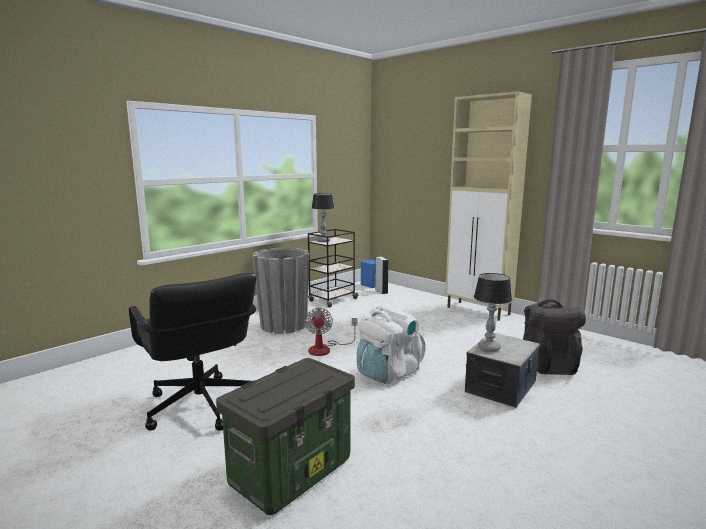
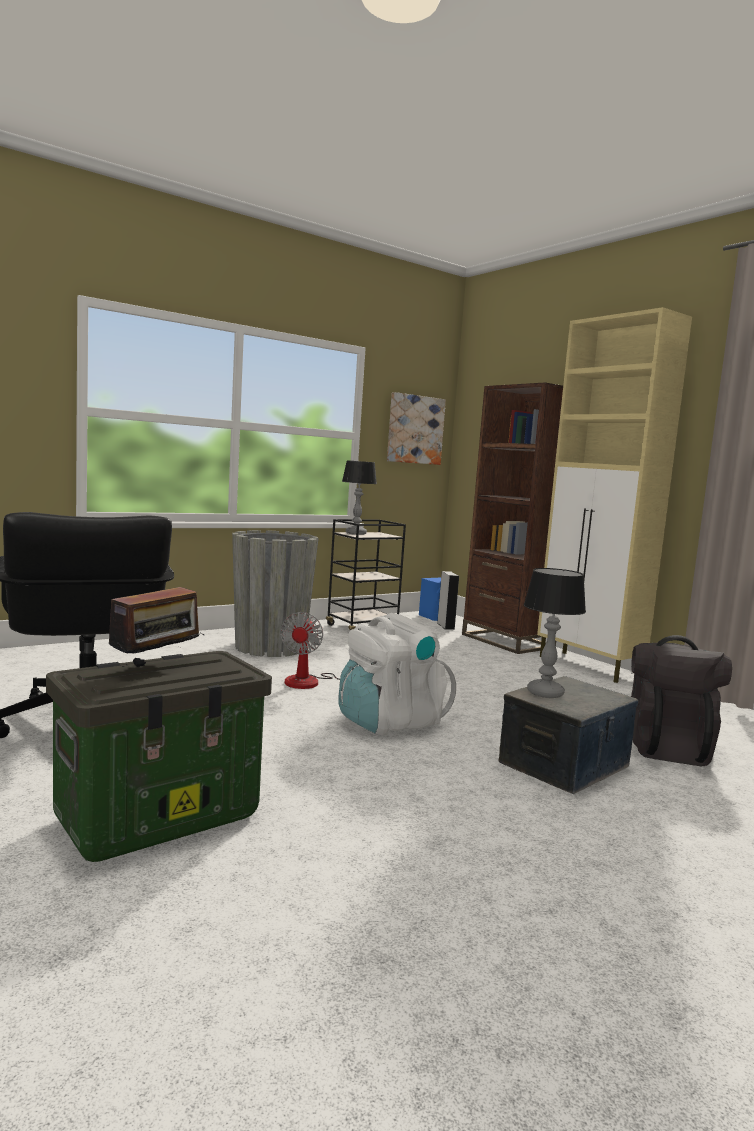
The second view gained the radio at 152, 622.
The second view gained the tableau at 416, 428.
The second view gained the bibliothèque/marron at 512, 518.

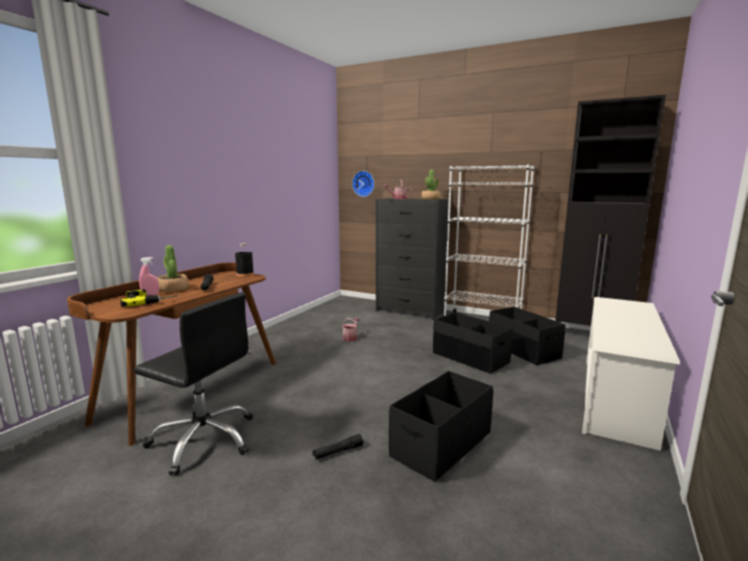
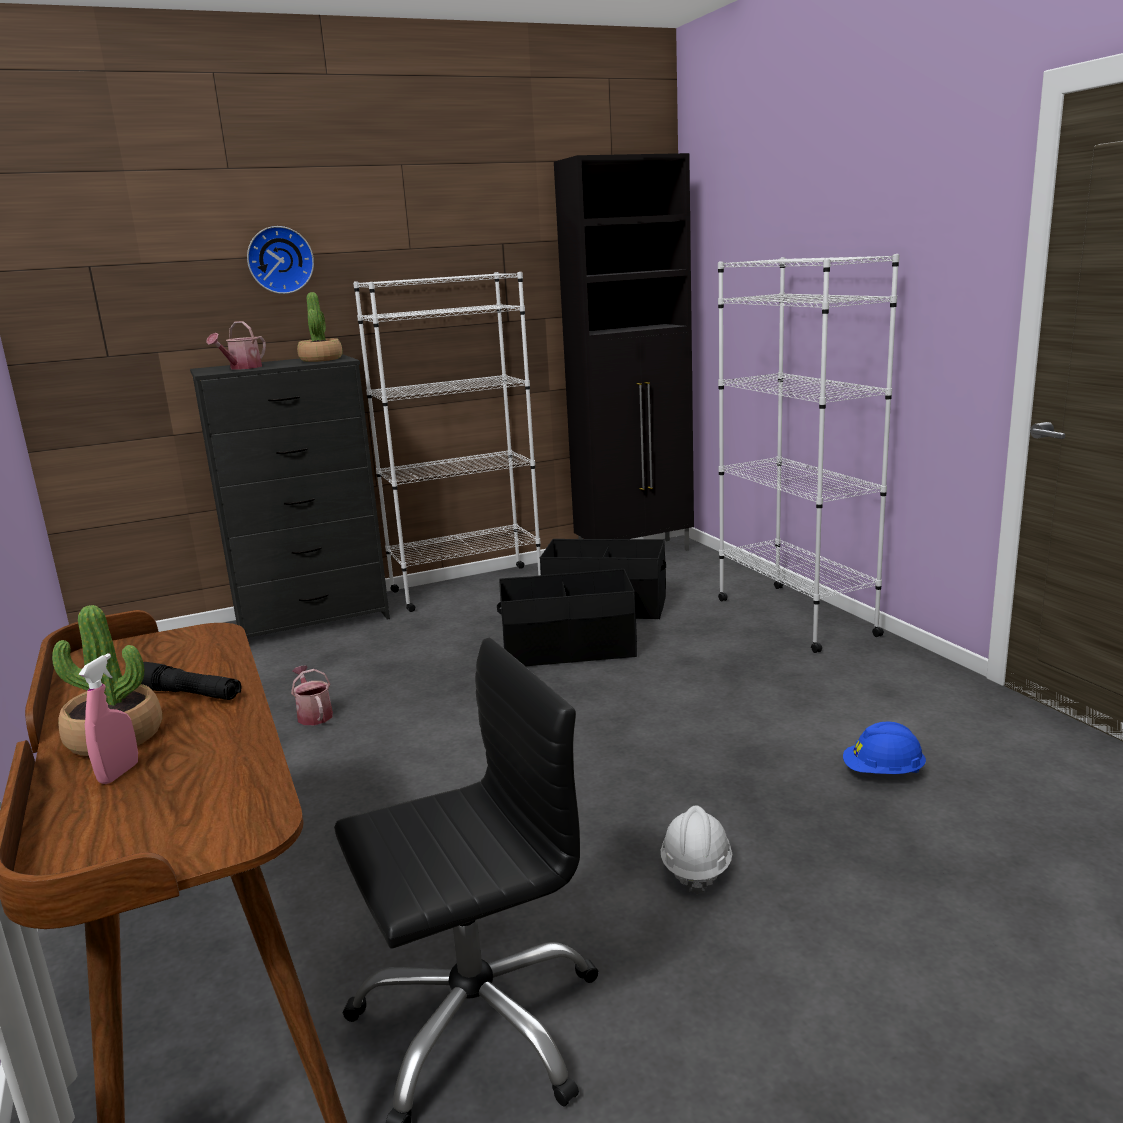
The second view lost the perceuse at 148, 298.
The second view lost the bouteille/noir at 244, 260.
The second view lost the boîte de rangement/noir at 441, 426.
The second view gained the casque de chantier/bleu at 884, 748.
The horloge murale ended up elsewhere, having gone from 363, 184 to 280, 260.
Where the lampe de poche/noir stood at 338, 447, the casque de chantier/blanc came to stand at 696, 849.
Where the étagère à chaussures/blanc stood at 631, 374, the bibliothèque/blanc came to stand at 808, 453.

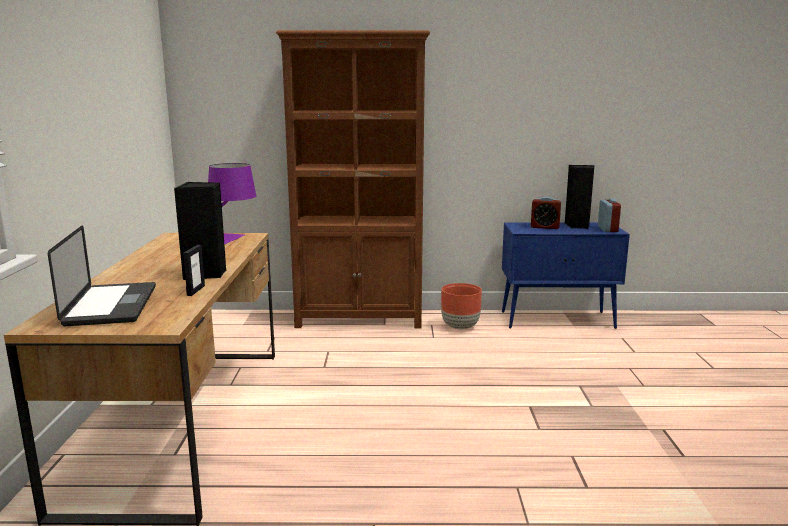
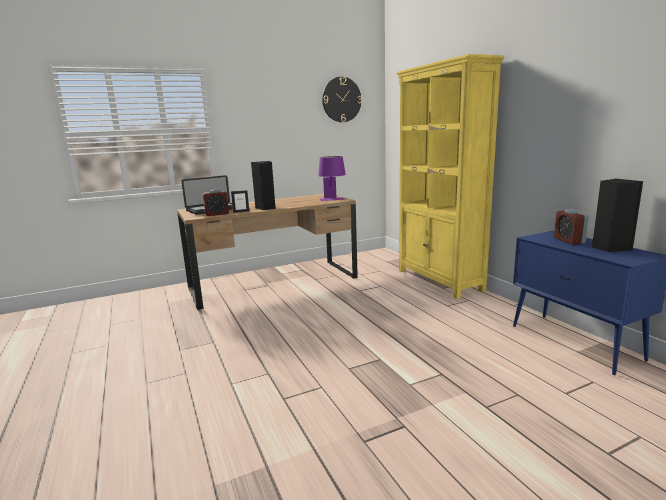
The second view lost the cache-pot/marron at 461, 306.
The second view gained the horloge murale at 342, 99.
The réveil ended up elsewhere, having gone from 609, 215 to 216, 203.
What was the bibliothèque/marron at 353, 179 turned into the bibliothèque/jaune at 450, 176.

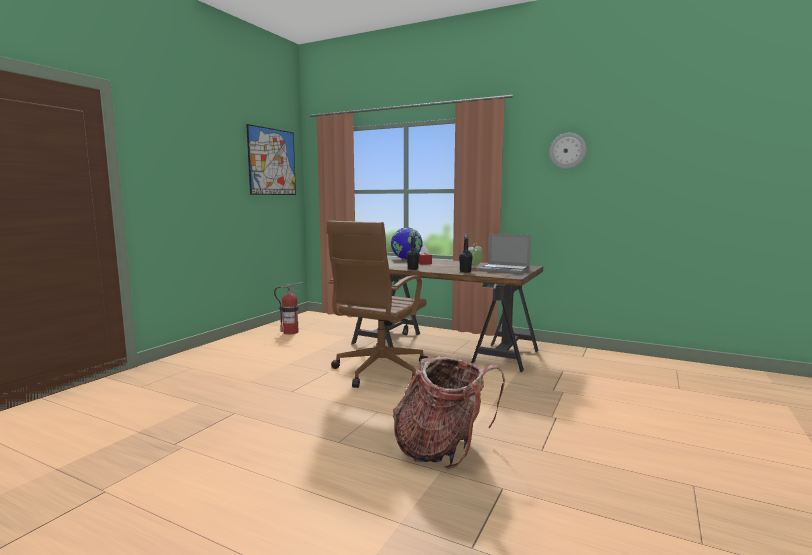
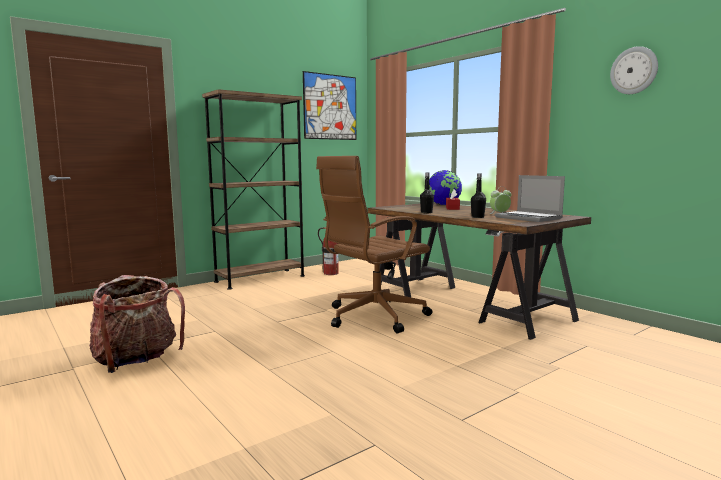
The second view gained the bibliothèque/marron at 253, 189.
The sac à dos ended up elsewhere, having gone from 449, 412 to 137, 324.

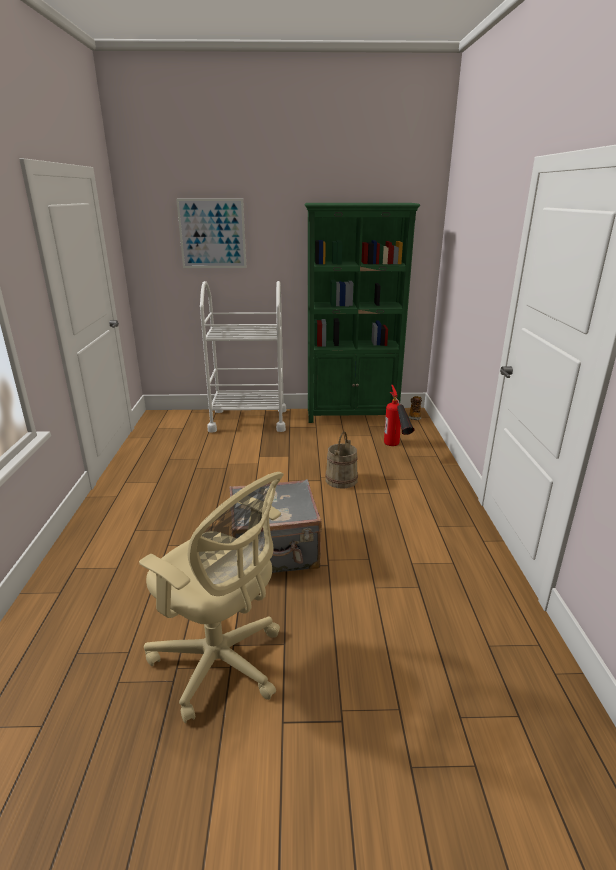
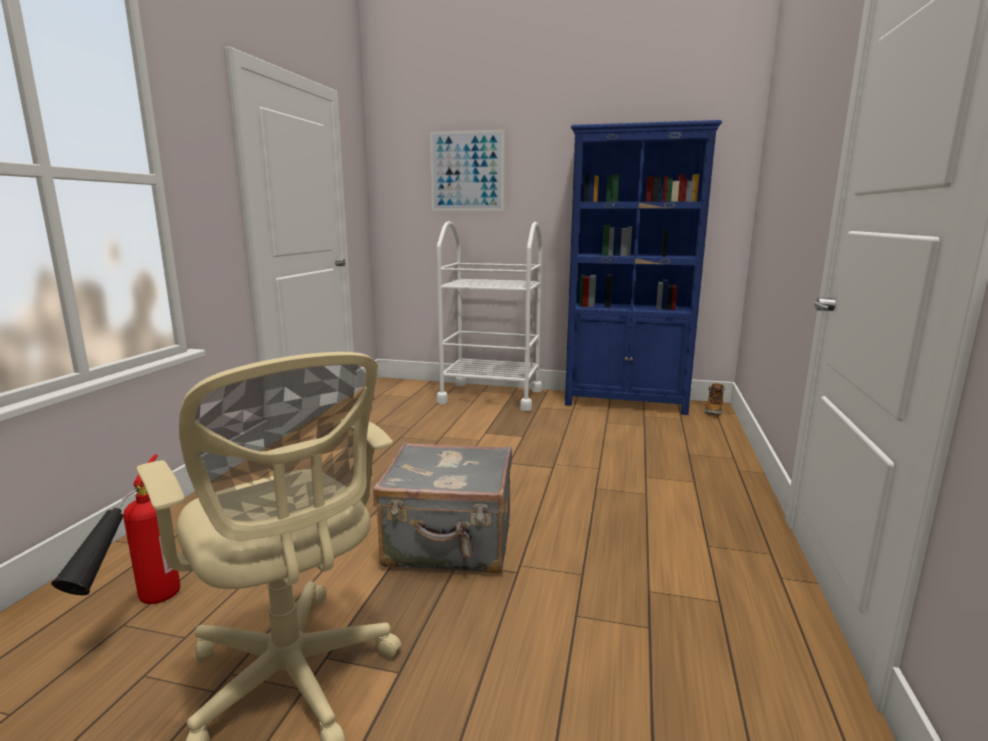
The second view lost the seau/beige at 341, 460.
The extincteur ended up elsewhere, having gone from 399, 415 to 115, 529.
What was the bibliothèque/vert at 362, 313 turned into the bibliothèque/bleu at 643, 267.

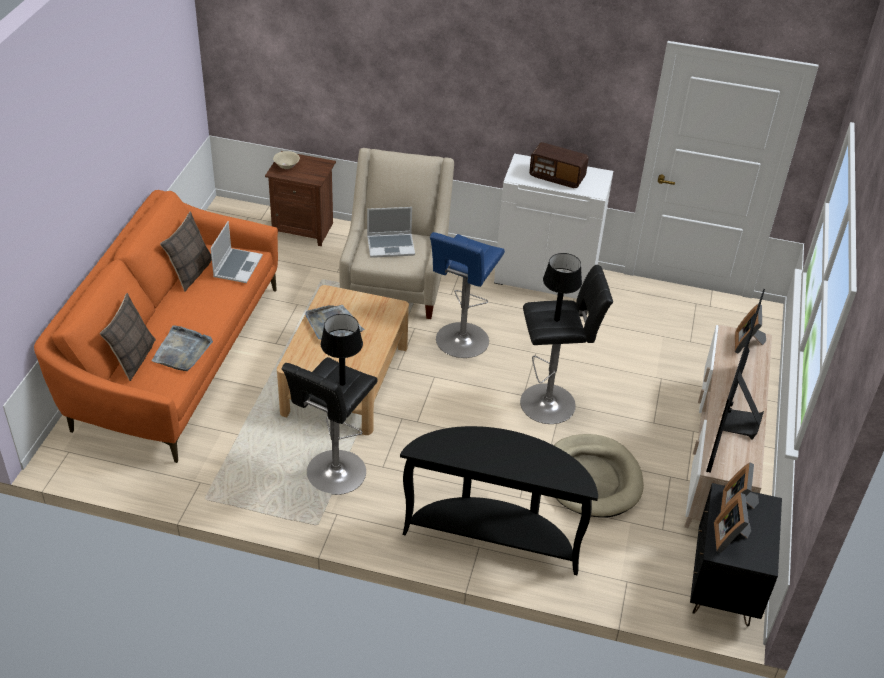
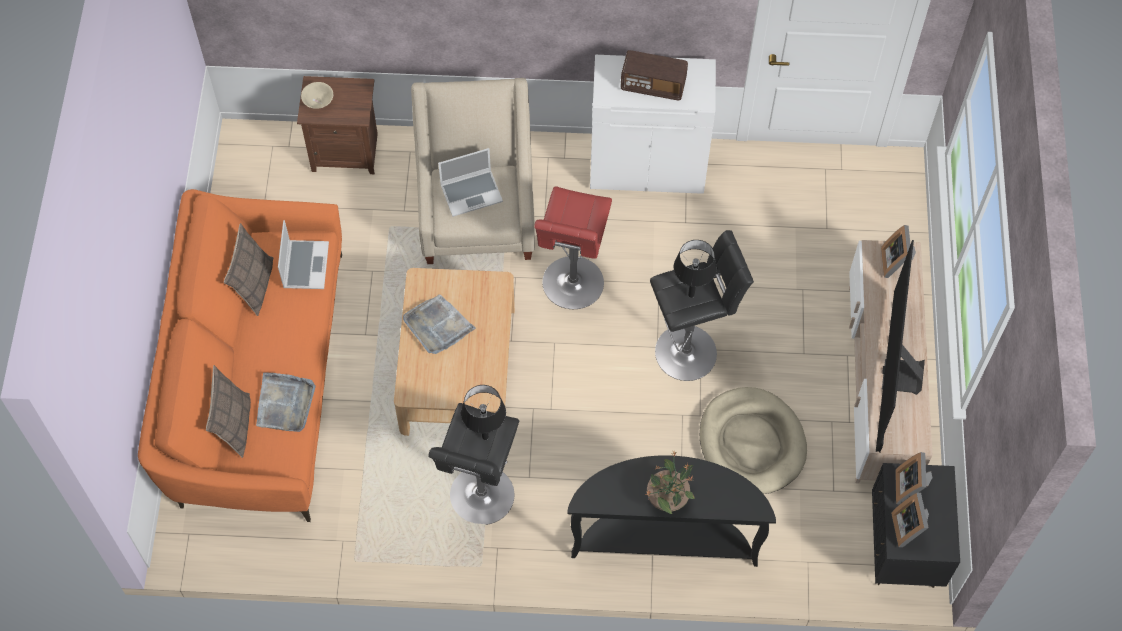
The second view gained the plante en pot at 670, 482.
What was the tabouret/bleu at 467, 295 turned into the tabouret/rouge at 573, 247.

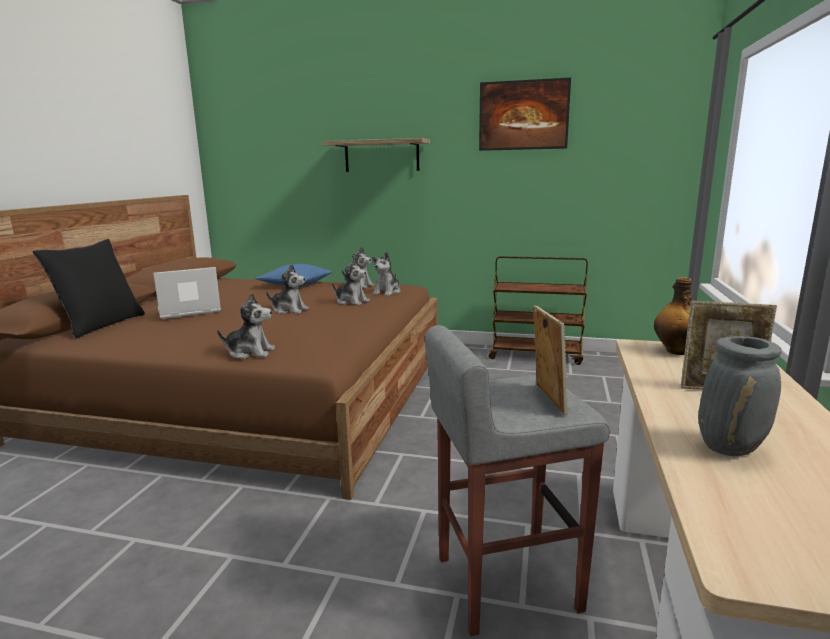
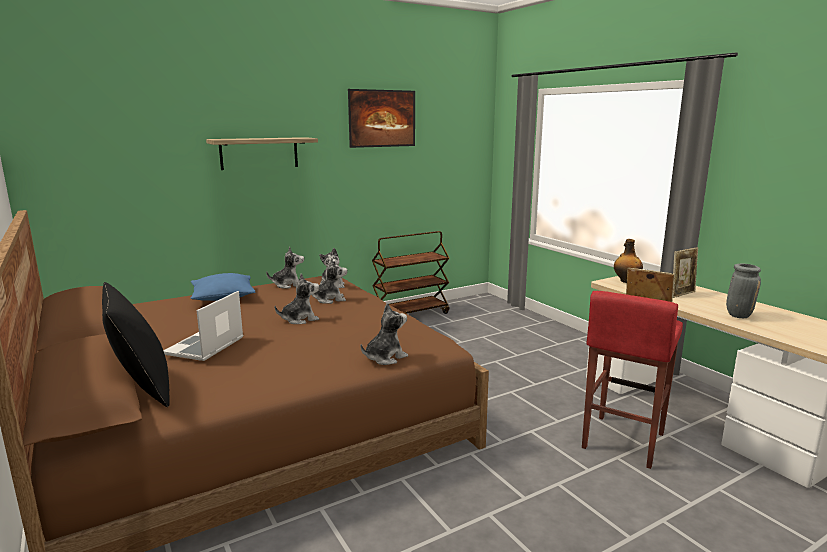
What was the tabouret/gris at 517, 480 turned into the tabouret/rouge at 632, 380.

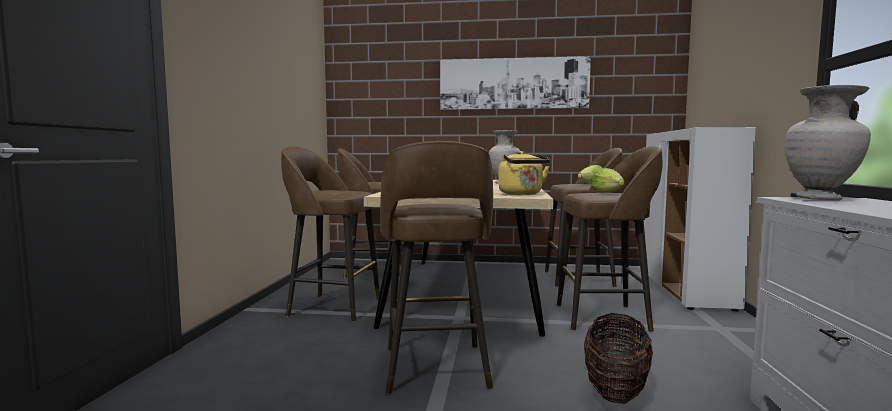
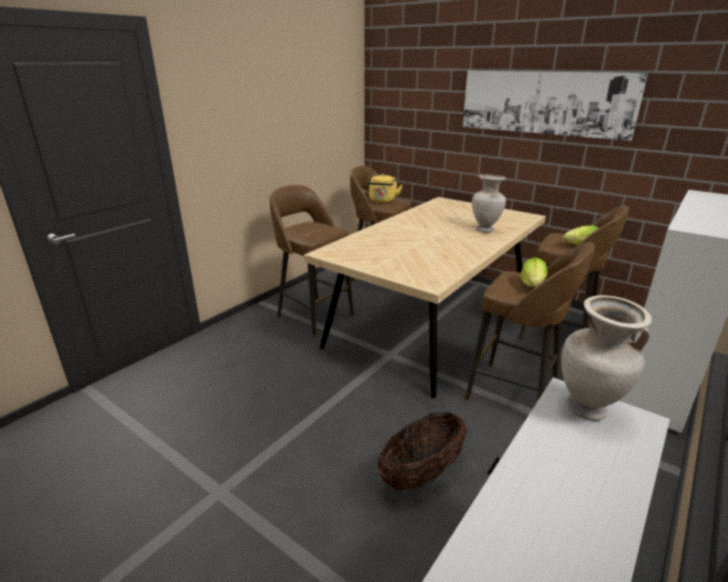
The second view lost the tabouret/marron at 436, 267.
The bouilloire/jaune ended up elsewhere, having gone from 524, 173 to 384, 188.

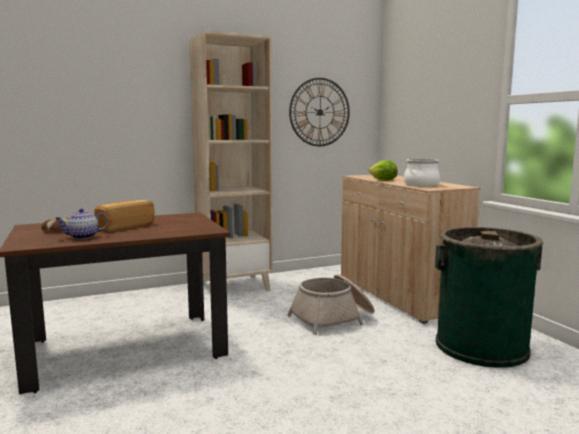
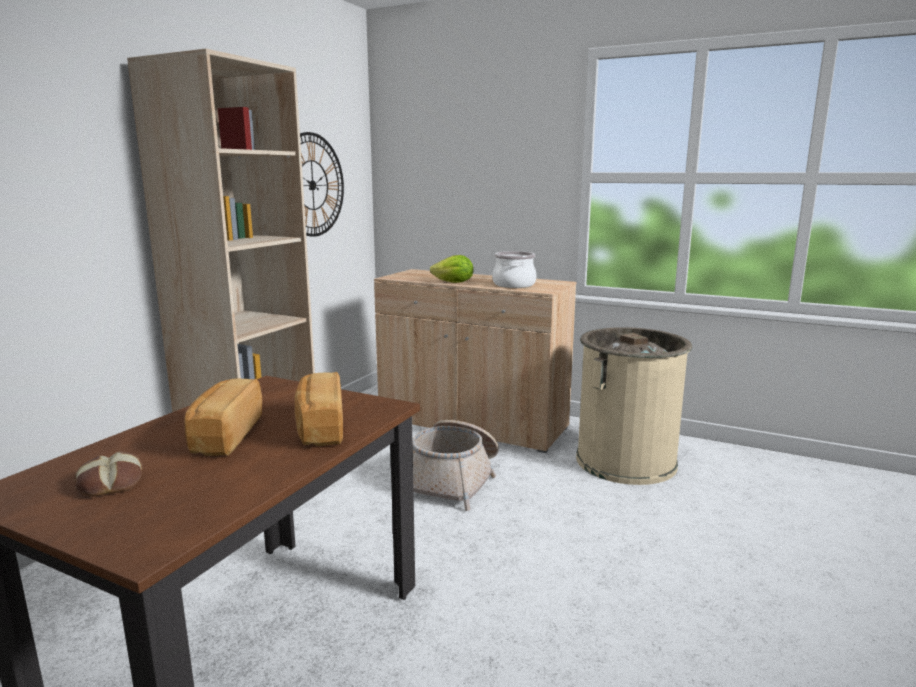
The second view lost the théière at 81, 224.
The second view gained the pain at 319, 409.
What was the poubelle/vert at 489, 297 turned into the poubelle/beige at 634, 406.

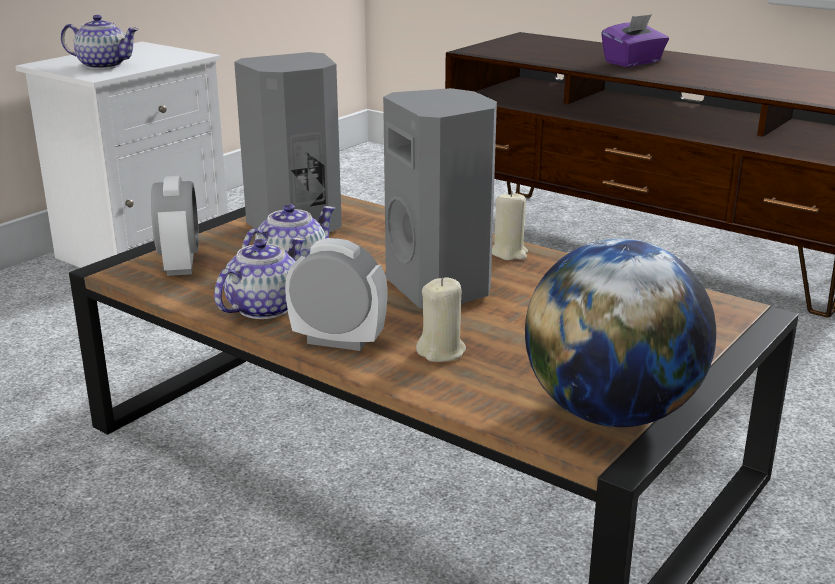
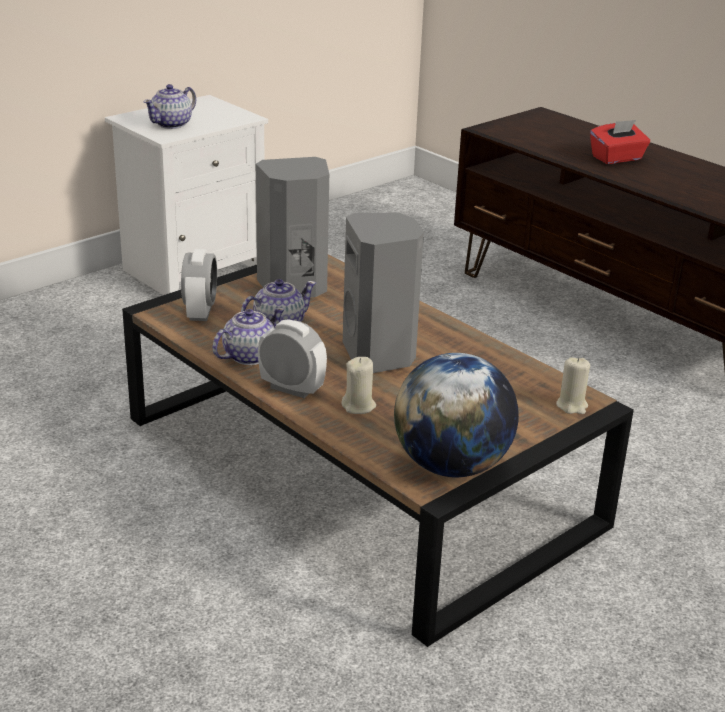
The bougie/beige ended up elsewhere, having gone from 510, 225 to 573, 385.
What was the boîte à mouchoirs/violet at 635, 40 turned into the boîte à mouchoirs/rouge at 620, 142.
The théière at 100, 42 ended up facing another way, 105 degrees clockwise from before.

